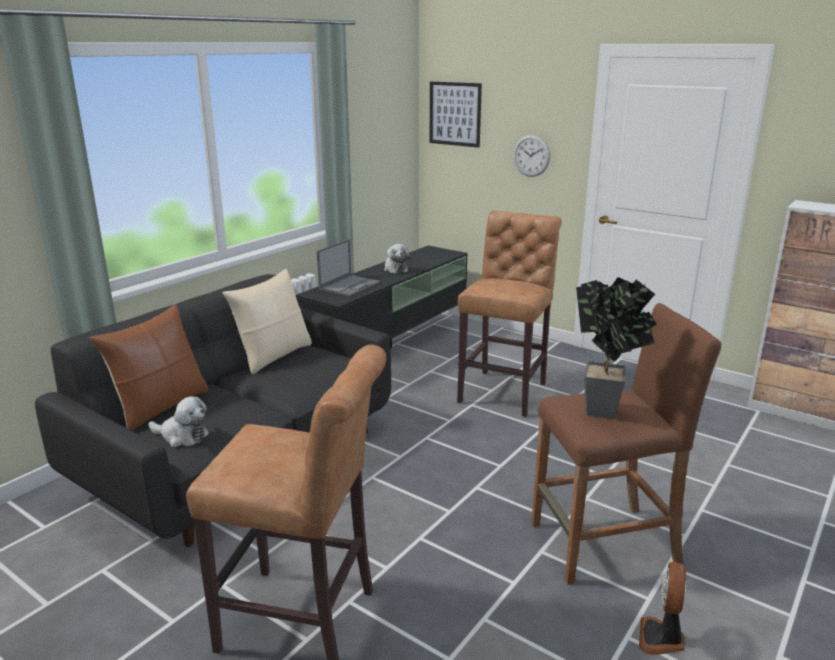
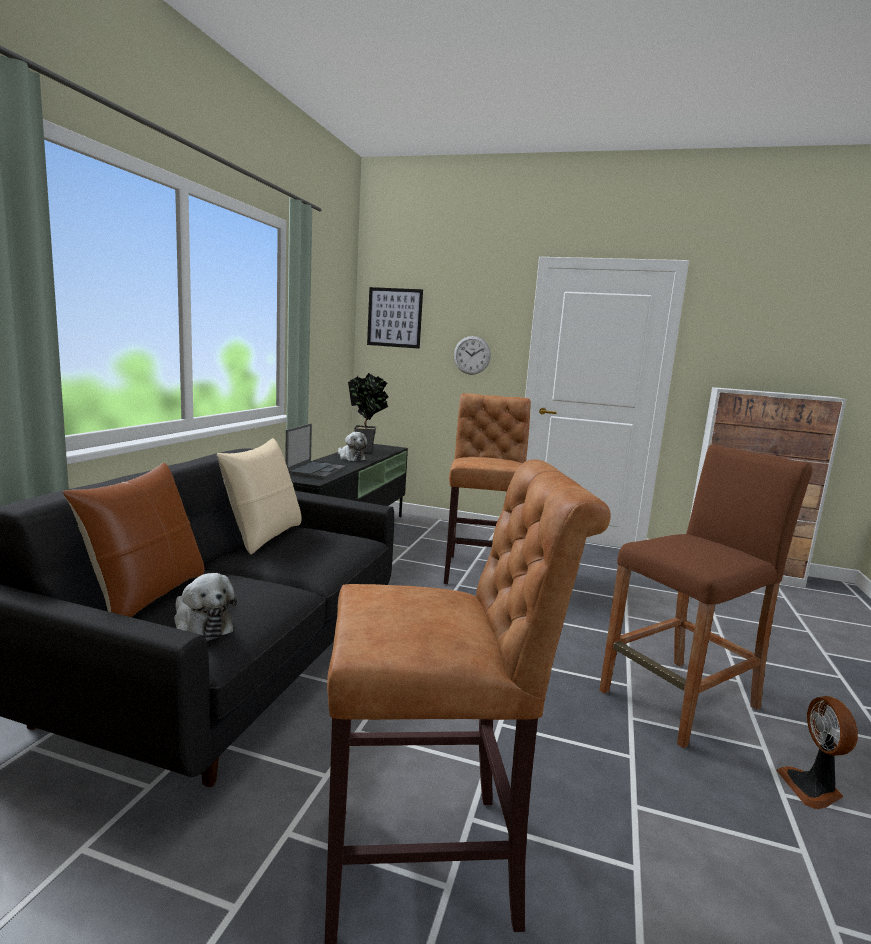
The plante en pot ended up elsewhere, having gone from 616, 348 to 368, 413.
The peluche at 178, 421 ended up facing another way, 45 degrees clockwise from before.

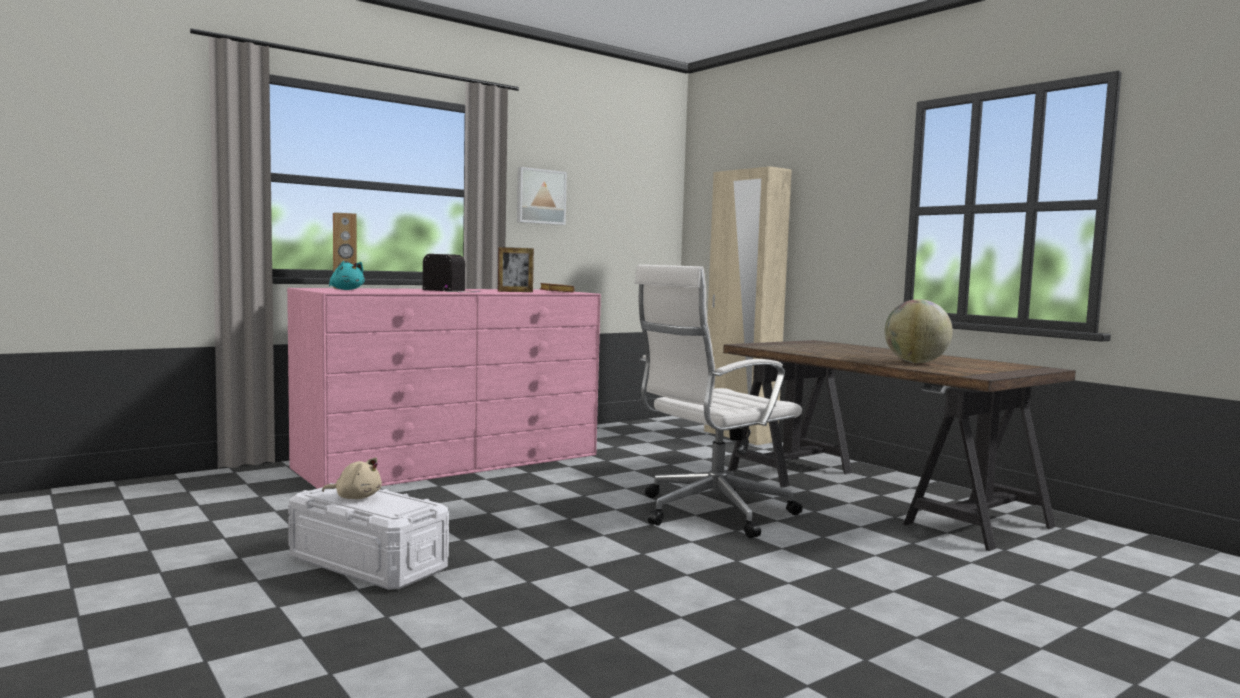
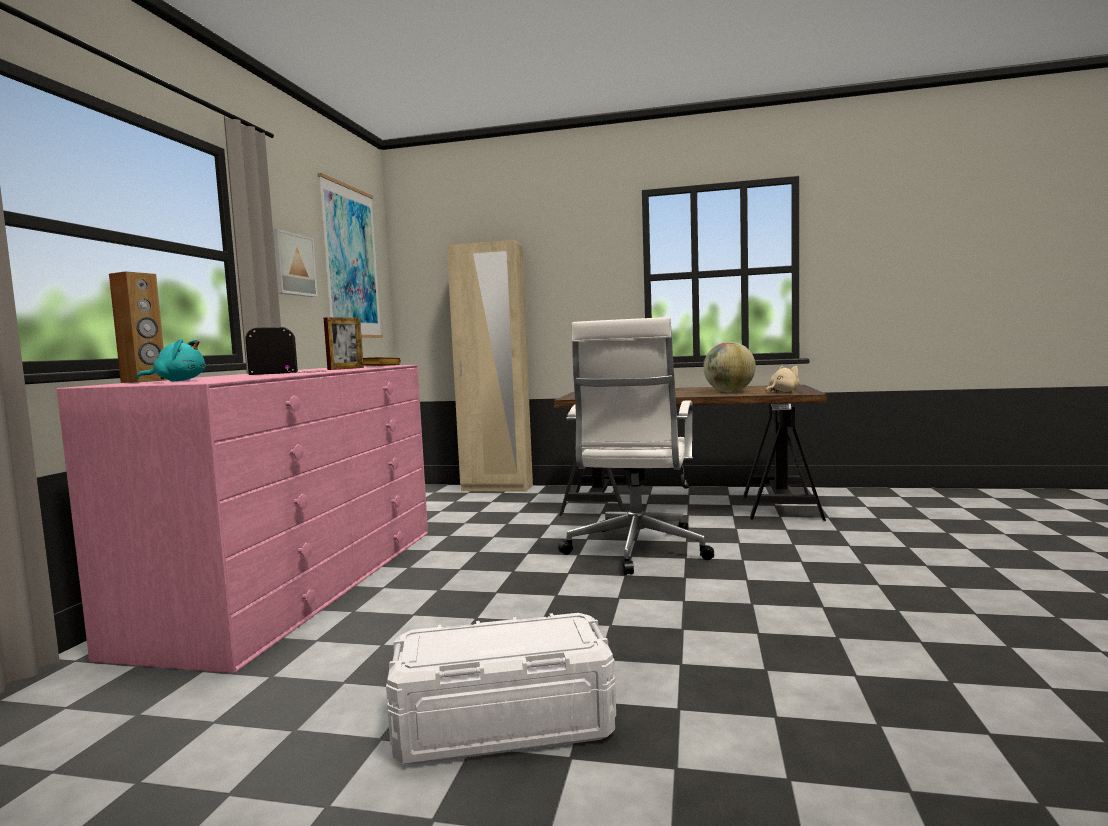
The second view gained the tableau at 350, 255.
The peluche/beige ended up elsewhere, having gone from 352, 478 to 783, 379.

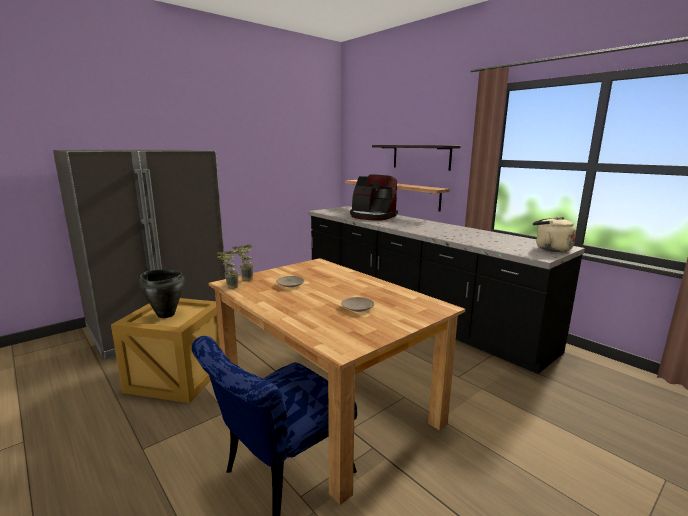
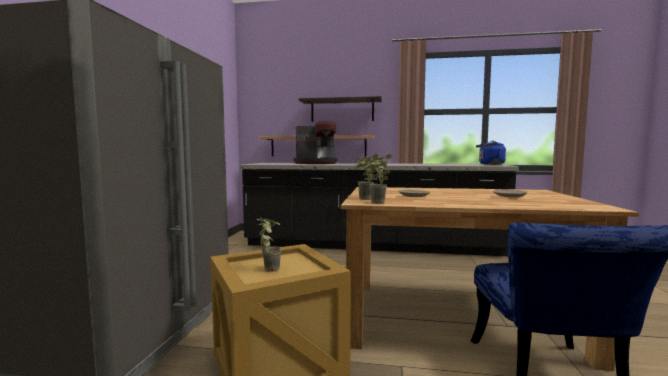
Where the marmite/noir stood at 162, 294, the plante en pot came to stand at 269, 245.
What was the bouilloire/beige at 554, 234 turned into the bouilloire/bleu at 491, 153.

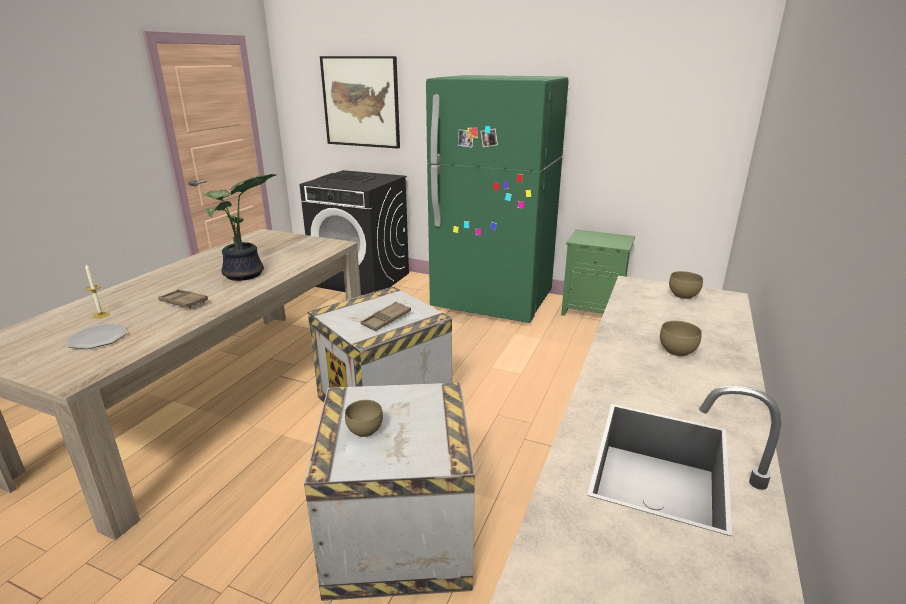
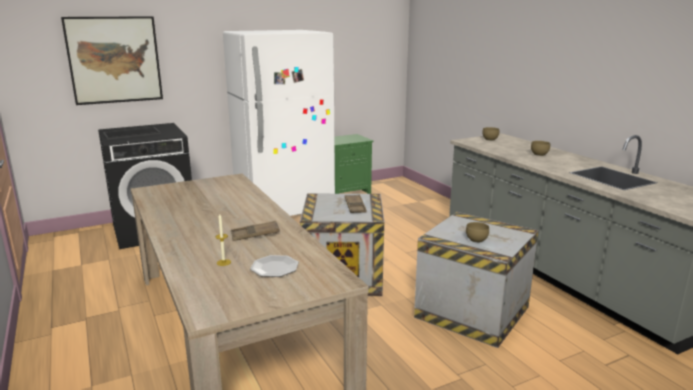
The second view lost the plante en pot at 240, 227.
What was the réfrigérateur/vert at 497, 199 turned into the réfrigérateur/blanc at 279, 123.

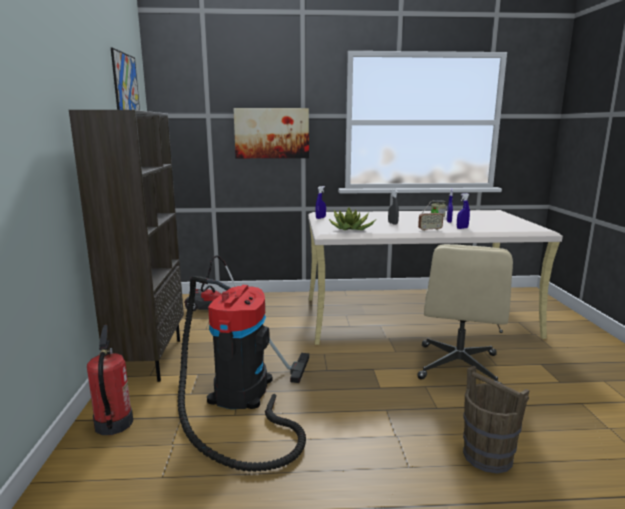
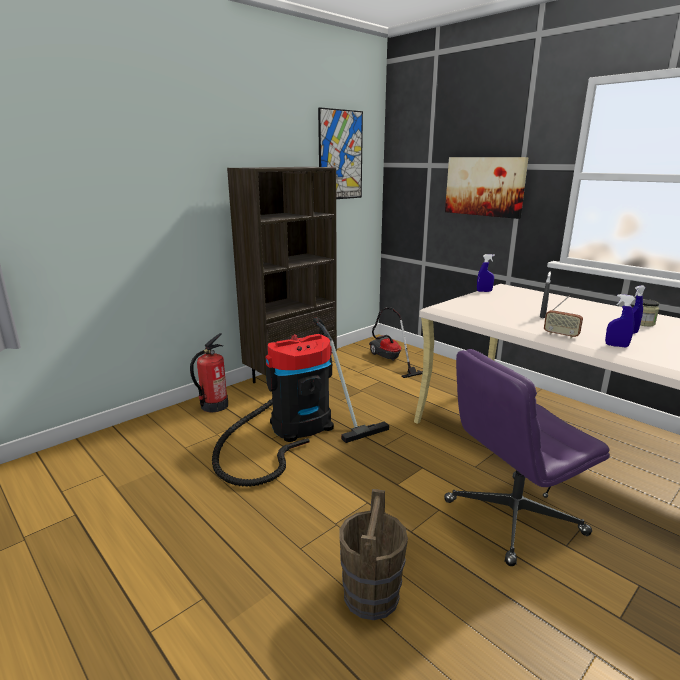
The second view lost the plante en pot at 351, 219.
What was the chaise de bureau/beige at 465, 314 turned into the chaise de bureau/violet at 527, 457.

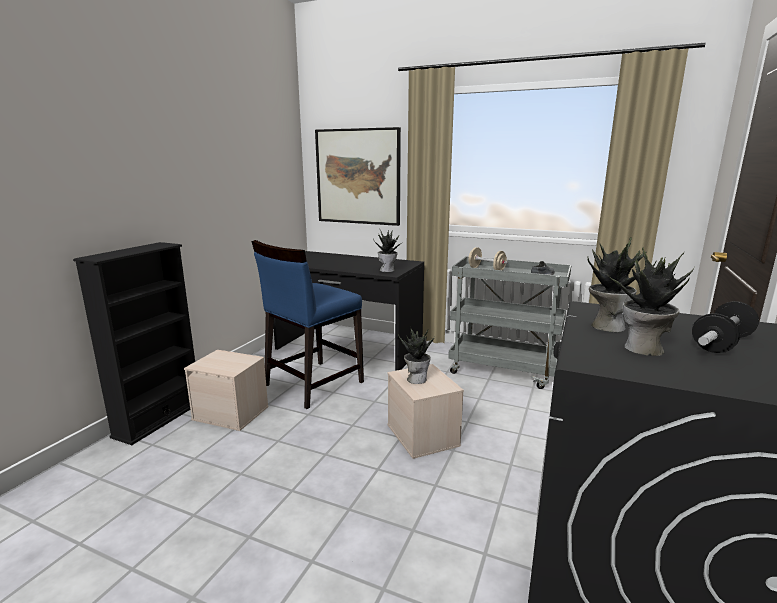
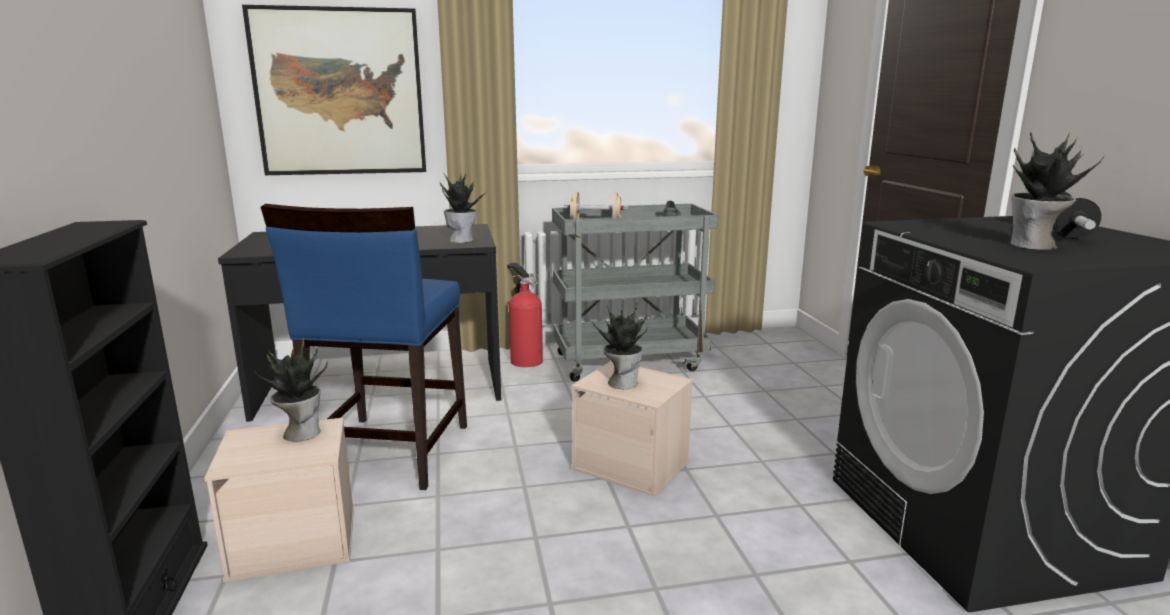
The second view gained the extincteur at 525, 314.
The plante en pot ended up elsewhere, having gone from 622, 284 to 291, 389.

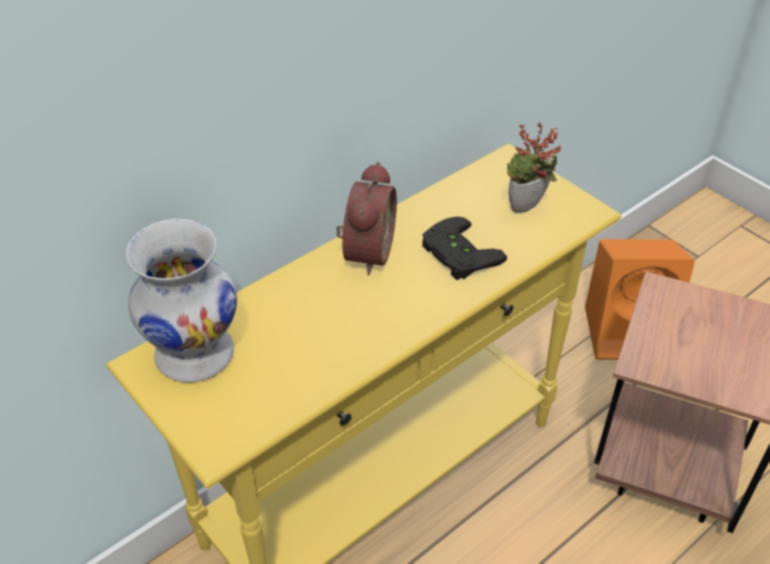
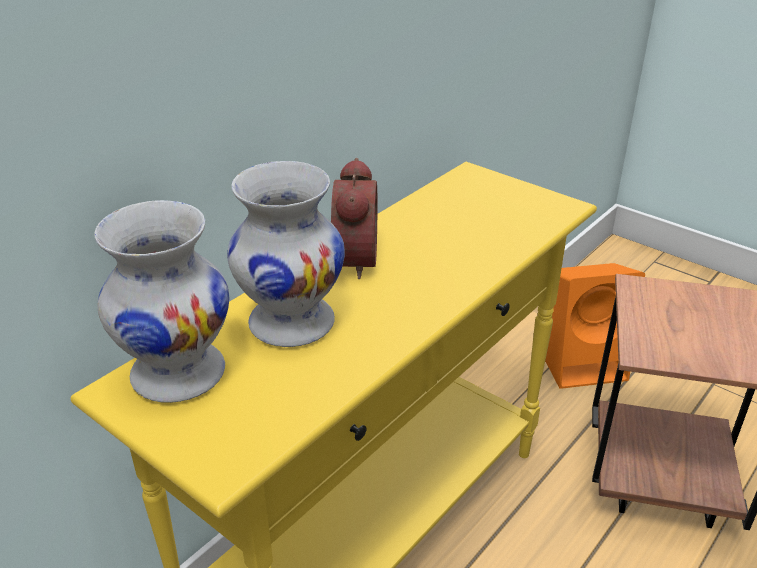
The second view lost the manette/noir at 464, 248.
The second view lost the plante en pot at 534, 168.
The second view gained the vase/blanc at 286, 254.

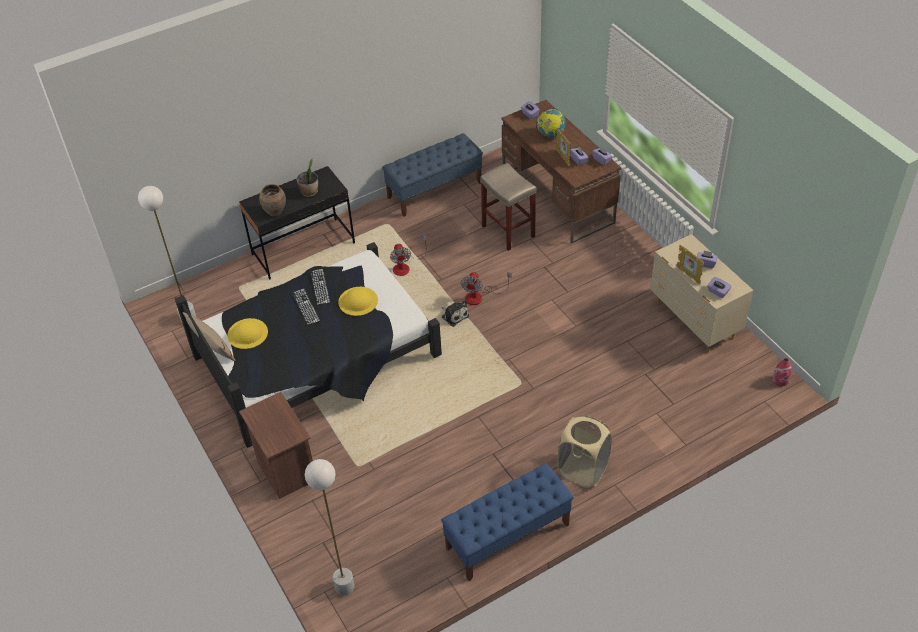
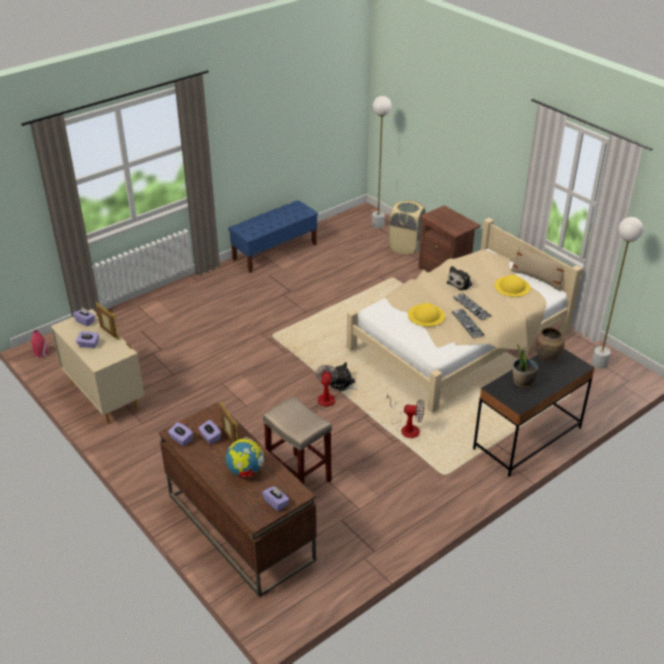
The second view lost the banc/bleu at 432, 175.
The second view gained the peluche at 459, 278.
The panier à linge/beige ended up elsewhere, having gone from 584, 451 to 407, 227.
What was the lit/noir at 308, 345 turned into the lit/beige at 465, 315.
The ventilateur at 408, 255 ended up facing another way, 120 degrees clockwise from before.

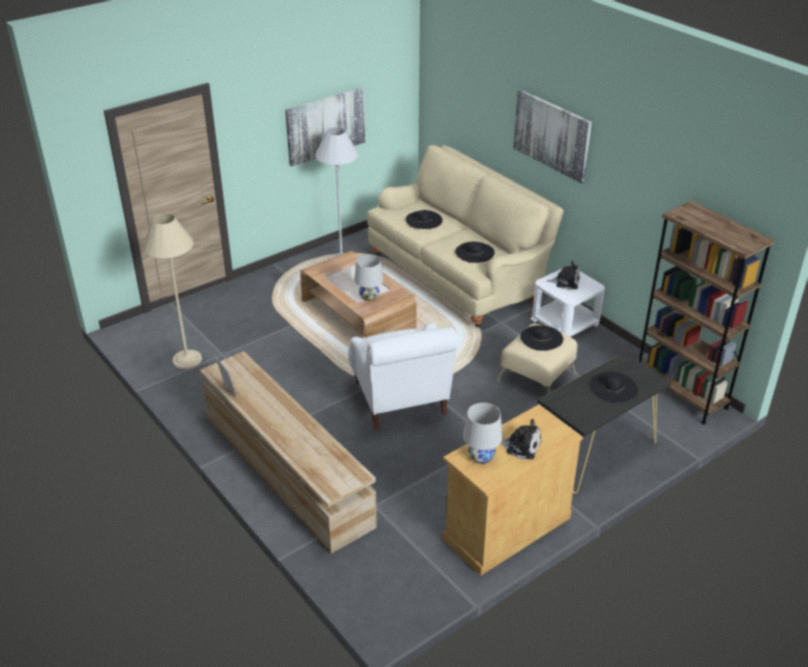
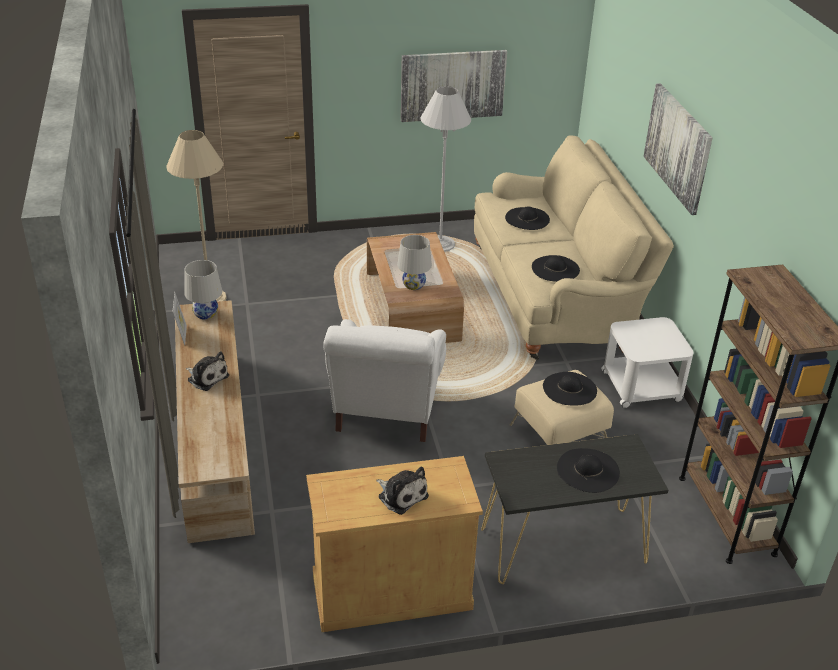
The lampe de table/blanc ended up elsewhere, having gone from 482, 433 to 203, 289.
The peluche ended up elsewhere, having gone from 563, 275 to 207, 371.

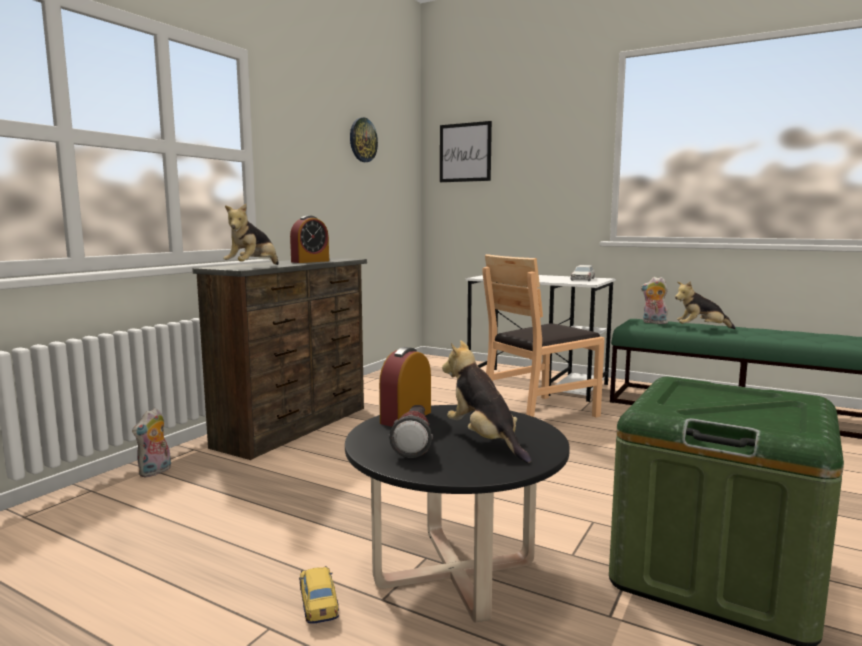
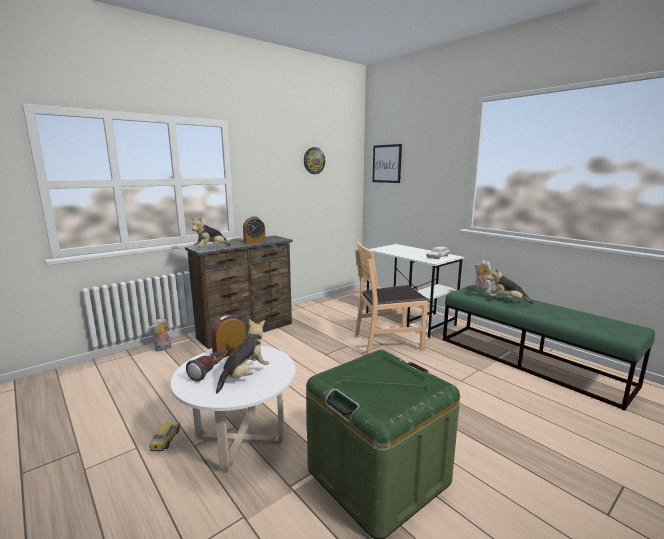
What was the table basse/noir at 457, 514 turned into the table basse/blanc at 233, 408.
The peluche at 486, 401 ended up facing another way, 45 degrees clockwise from before.

